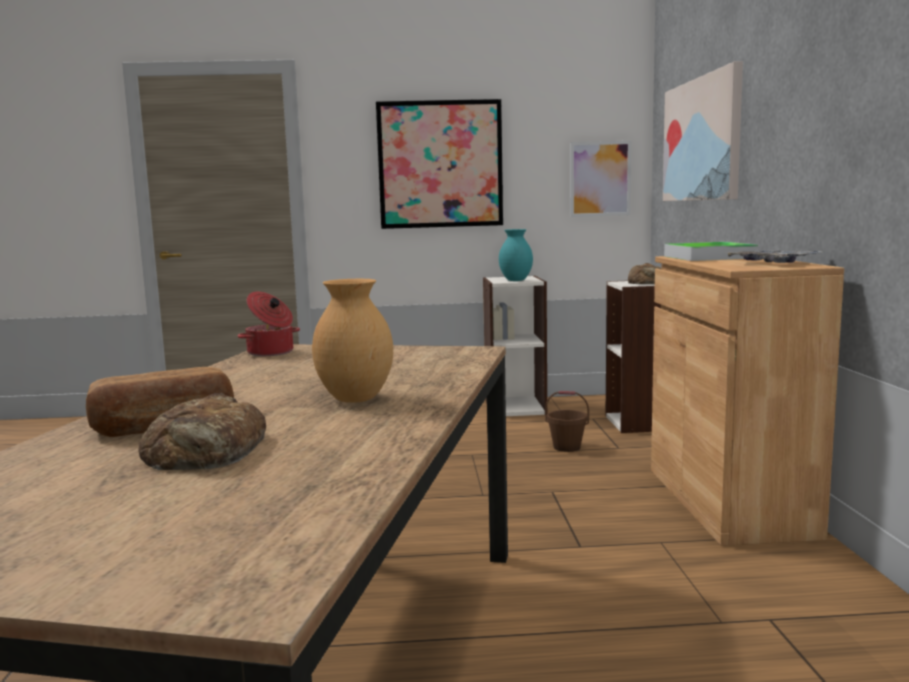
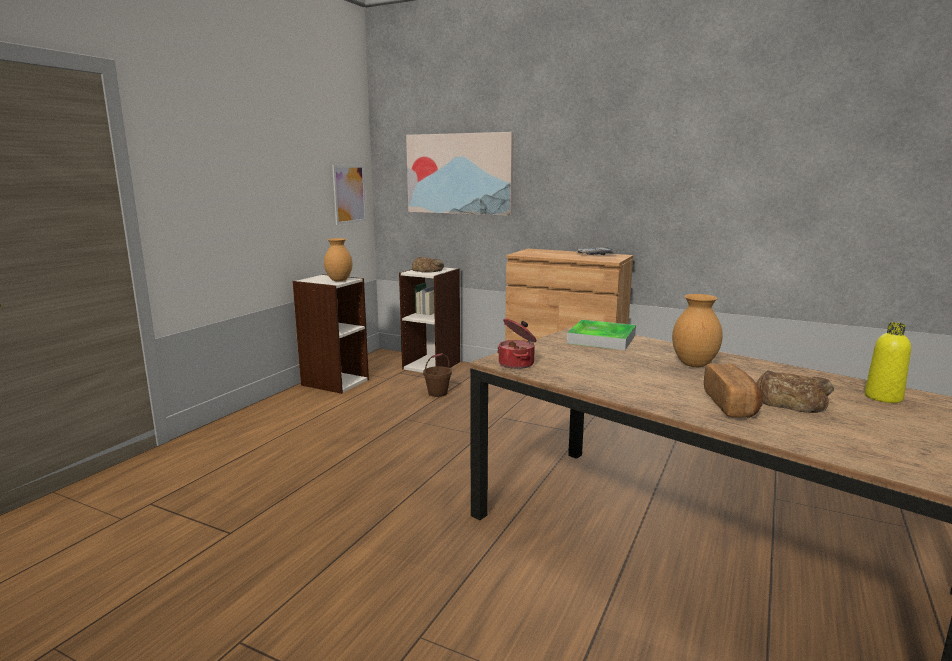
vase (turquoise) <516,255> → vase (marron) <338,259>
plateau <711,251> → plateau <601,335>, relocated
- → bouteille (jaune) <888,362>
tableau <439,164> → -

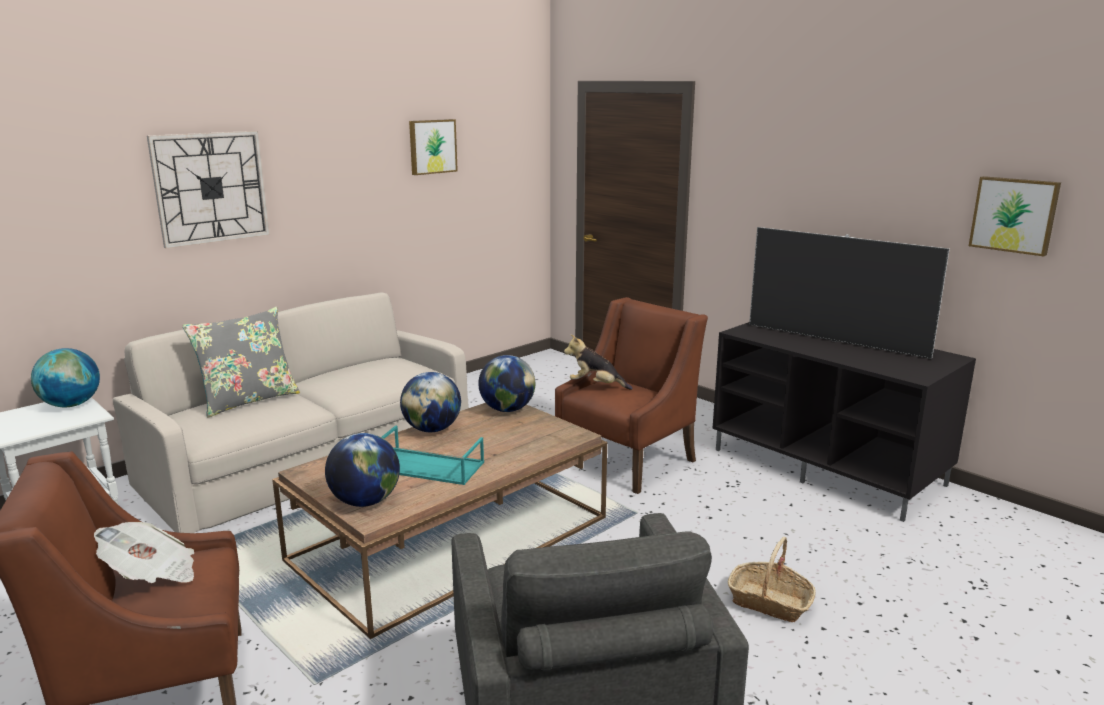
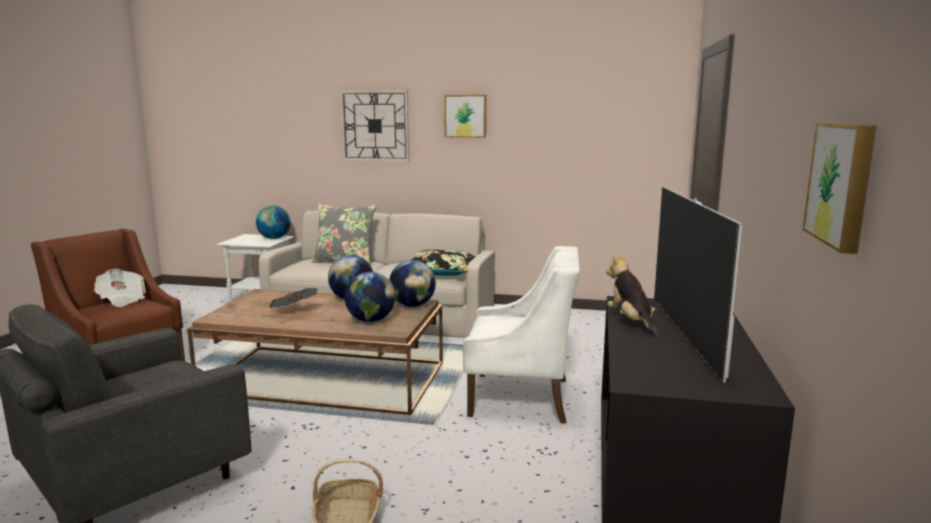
plateau (turquoise) <432,455> → journal <293,298>
globe <362,470> → globe <370,297>, relocated
- → coussin (noir) <444,263>
tableau <433,147> → tableau <465,116>, relocated
fauteuil (marron) <631,395> → fauteuil (blanc) <521,335>
peluche <598,362> → peluche <633,295>, relocated

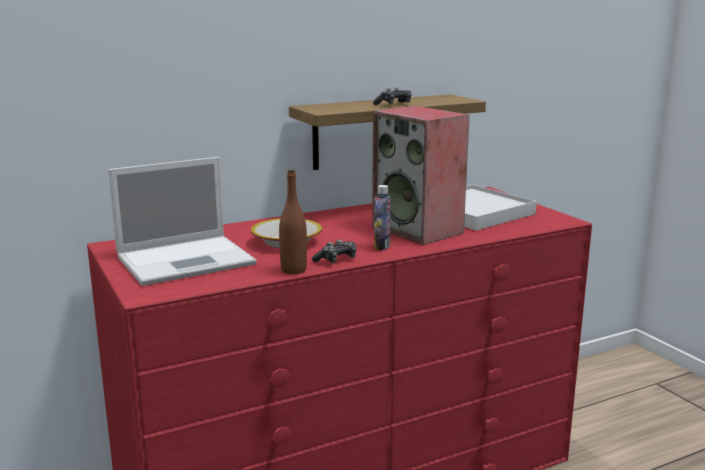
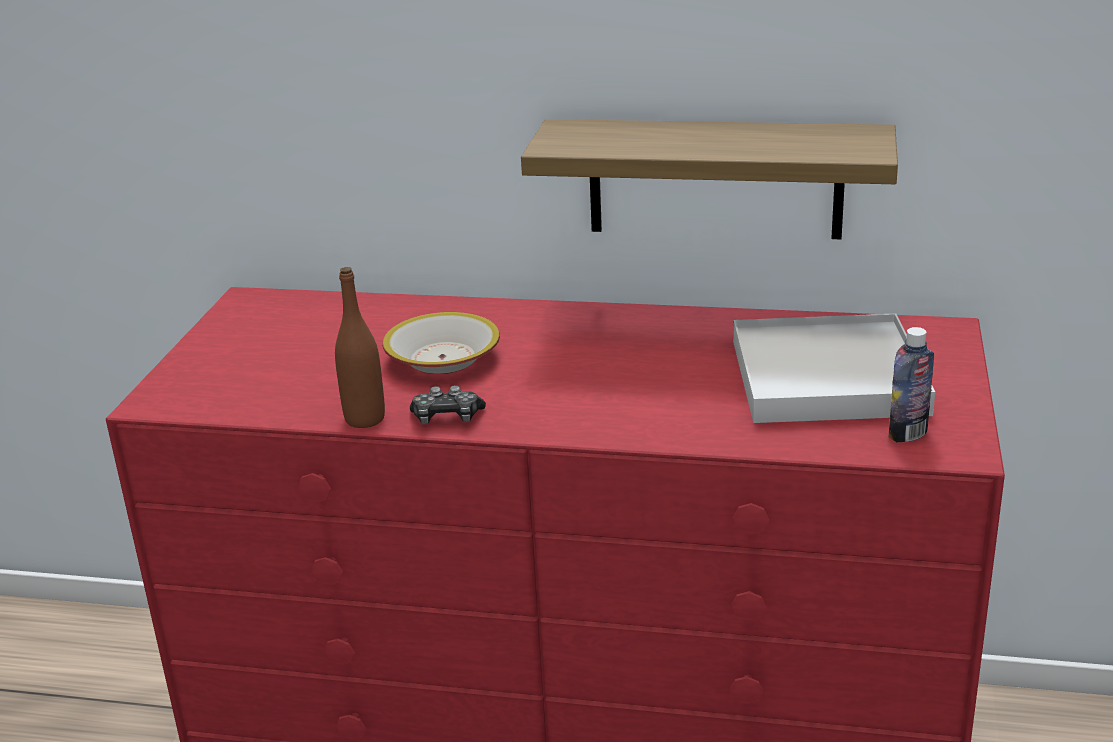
bouteille <382,218> → bouteille <911,385>, relocated
ordinateur portable <182,221> → -
enceinte <421,175> → -
manette <392,96> → -

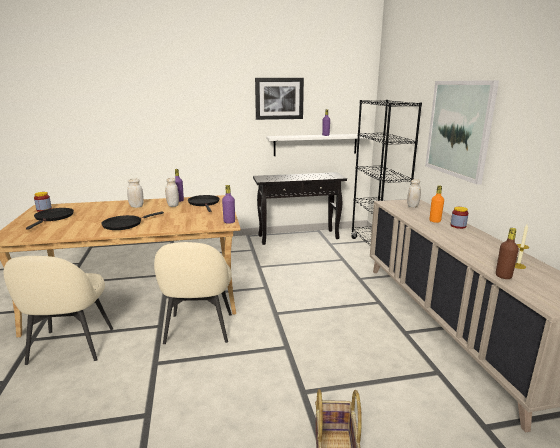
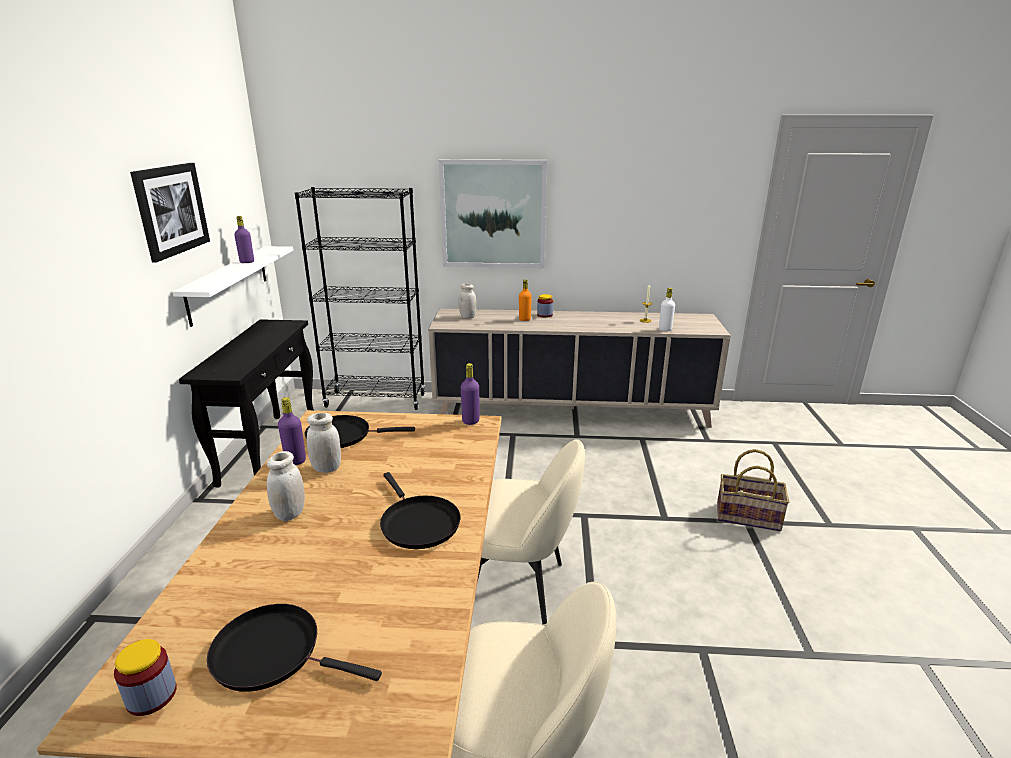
bouteille (marron) <507,253> → bouteille (blanc) <667,309>

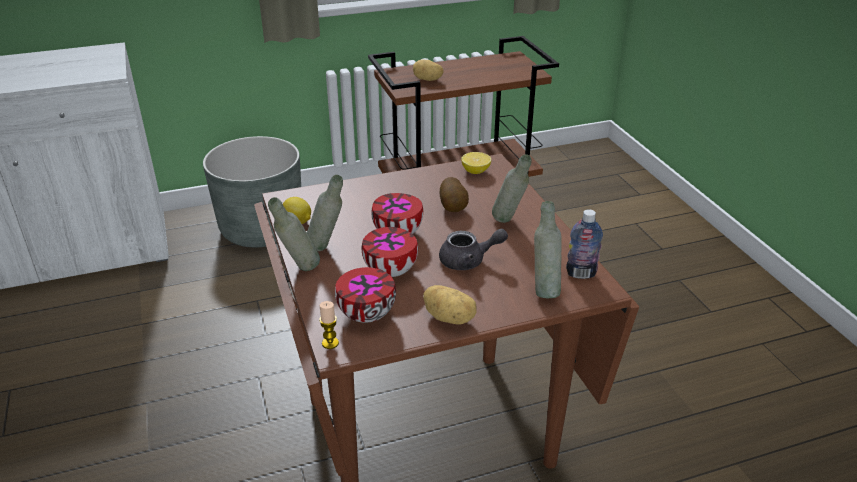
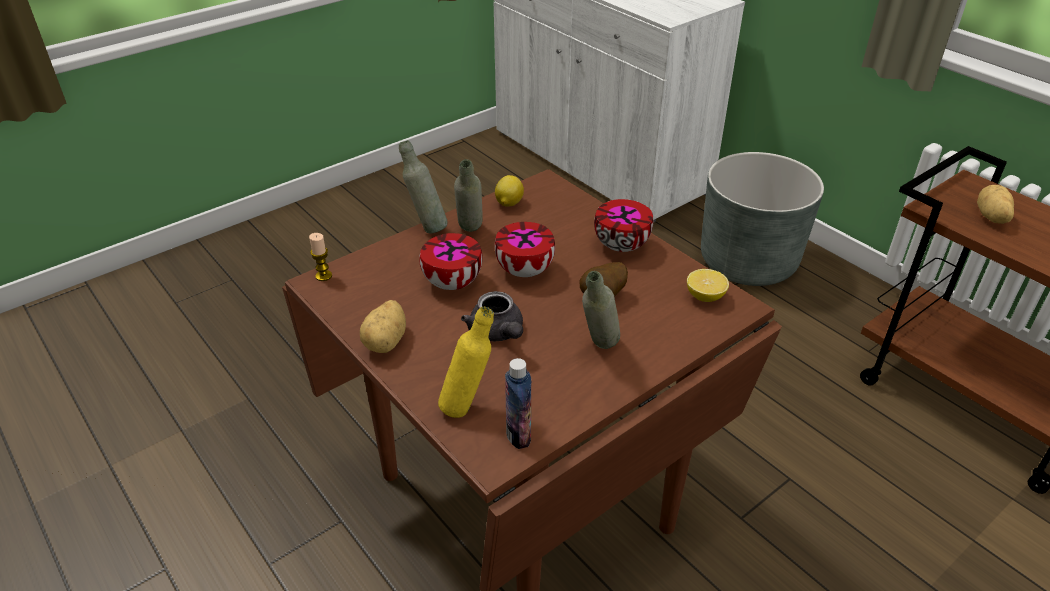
bouteille (gris) <548,249> → bouteille (jaune) <466,362>
bol <365,295> → bol <623,225>, relocated

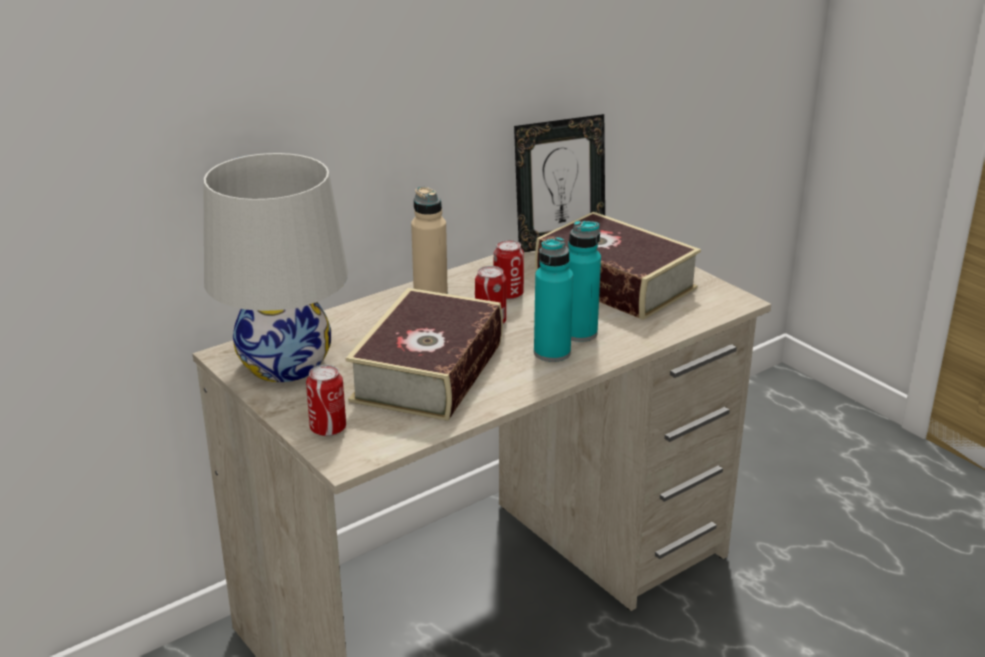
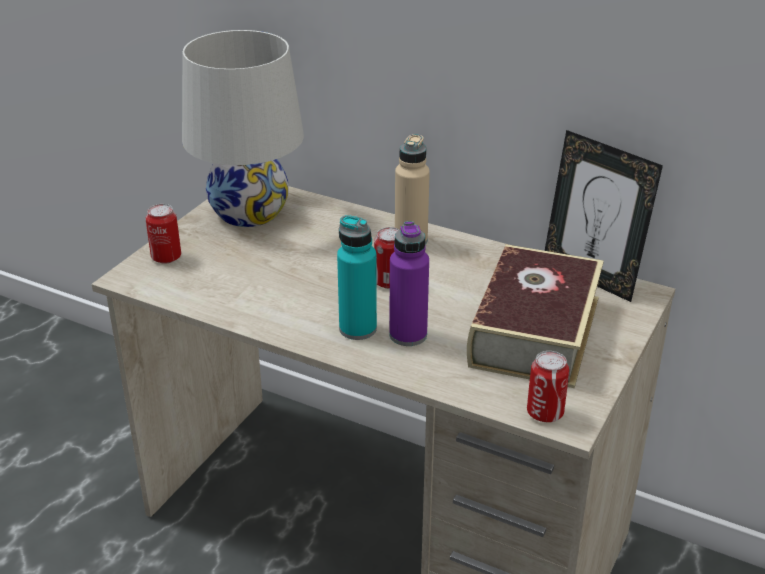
bouteille (turquoise) <584,281> → bouteille (violet) <409,283>
boîte métallique <509,270> → boîte métallique <548,386>, relocated
livre <424,354> → -

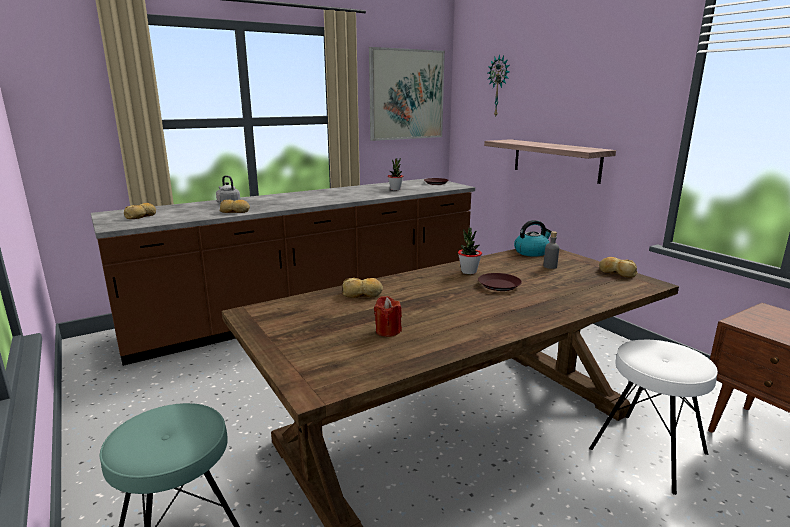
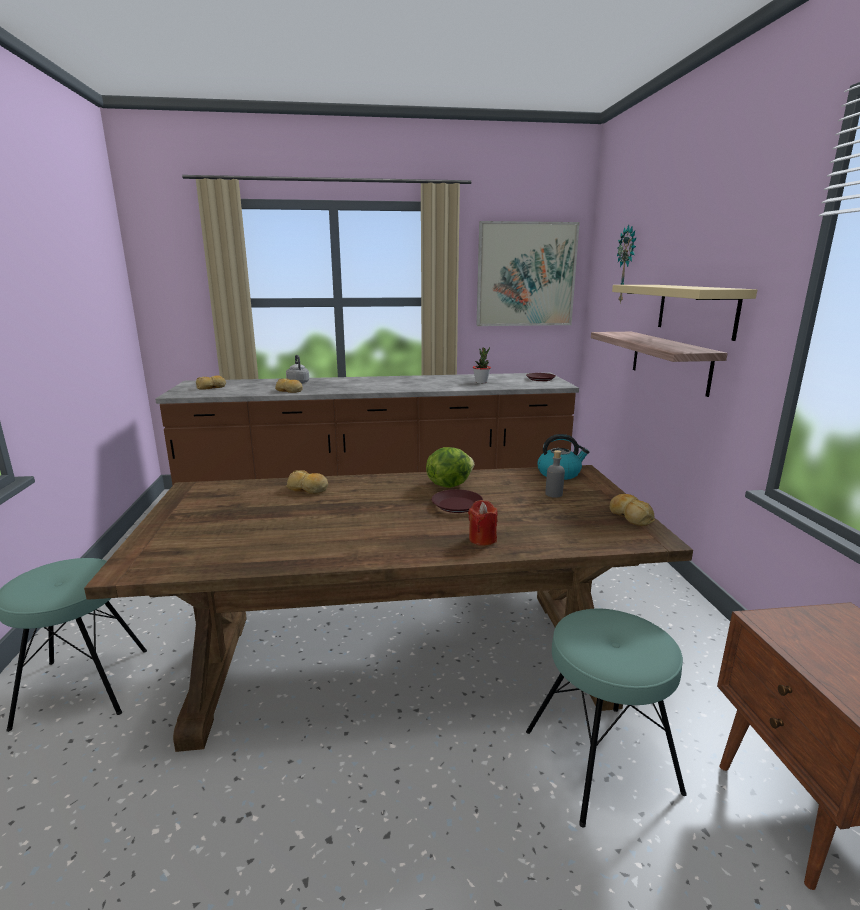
plante en pot <470,251> → laitue <450,467>
bougie (rouge) <388,316> → bougie (rouge) <483,523>, relocated
tabouret (blanc) <653,417> → tabouret (turquoise) <606,718>
- → étagère (beige) <684,313>

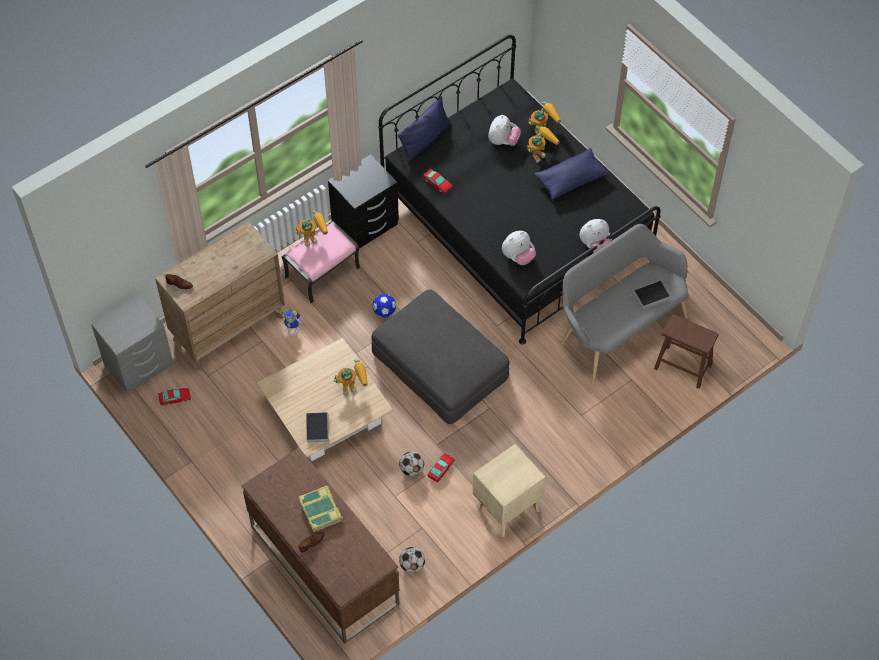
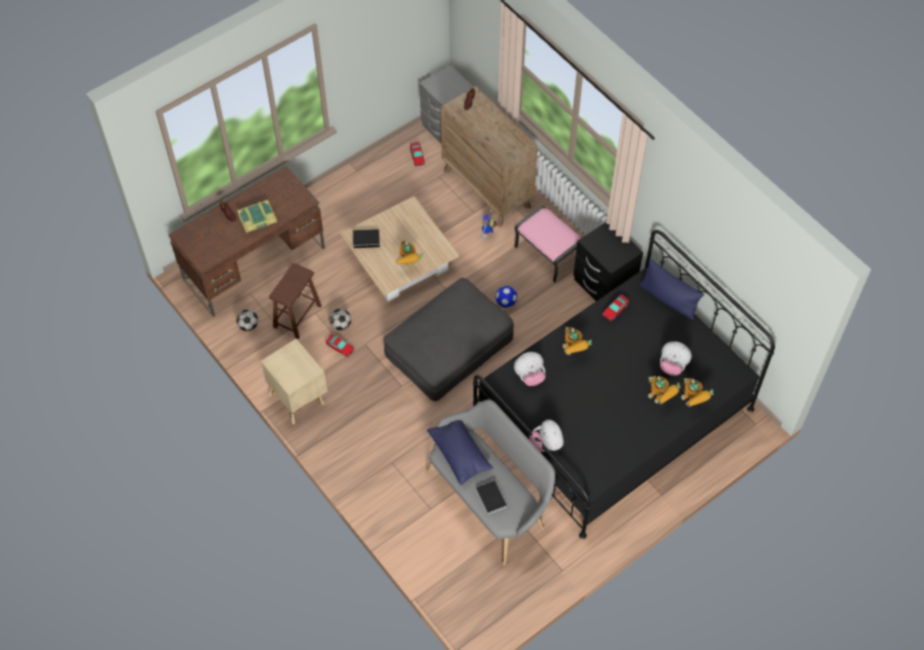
tabouret (marron) <686,351> → tabouret (marron) <295,301>, relocated
coussin (bleu) <571,174> → coussin (bleu) <460,452>, relocated
peluche <519,248> → peluche <530,369>, 75 degrees counterclockwise
robot jouet <311,229> → robot jouet <577,341>, relocated

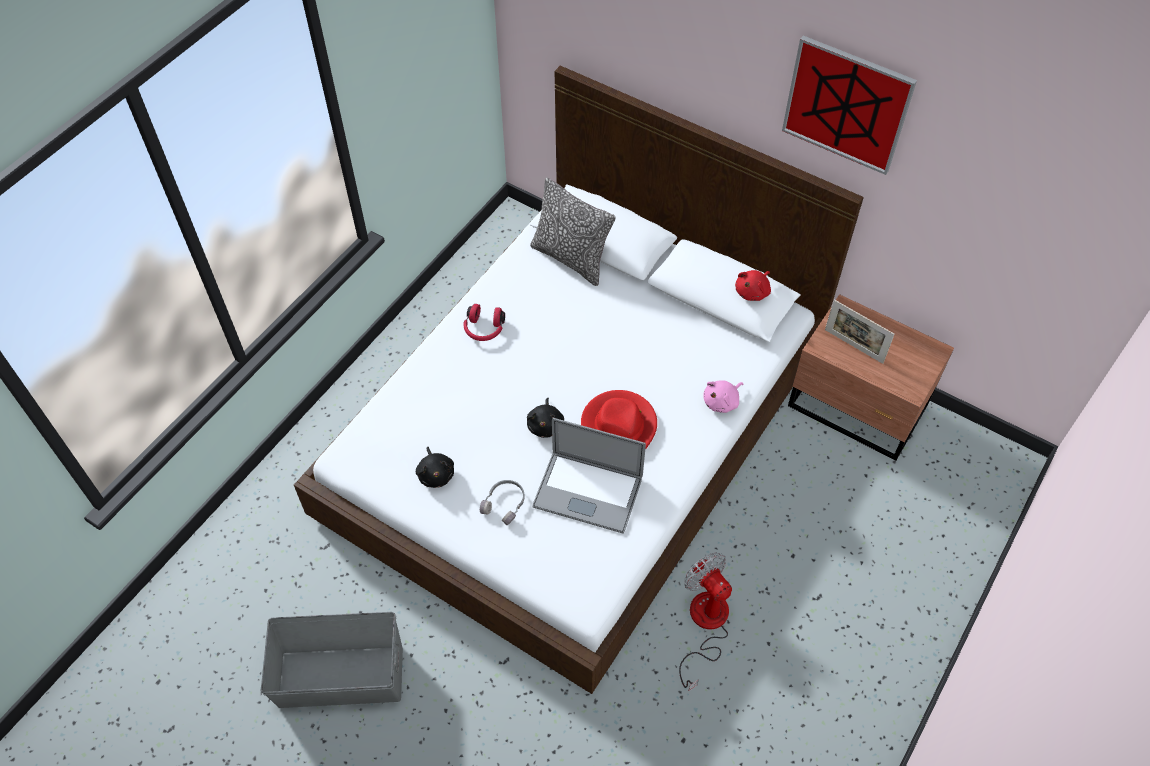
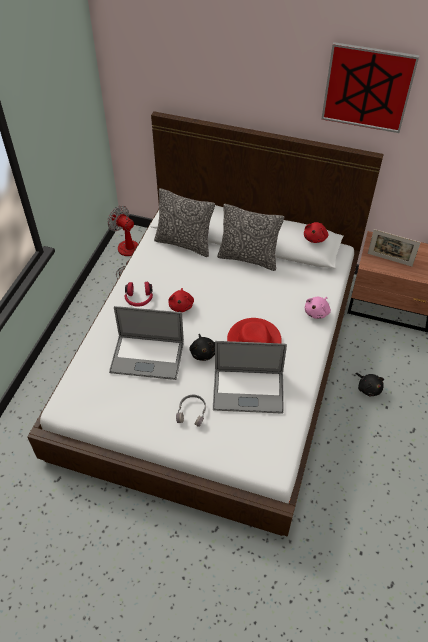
ventilateur <705,622> → ventilateur <122,242>, relocated
- → ordinateur portable <146,343>
- → peluche (rouge) <181,300>
- → coussin <250,237>
peluche (noir) <435,467> → peluche (noir) <369,384>, relocated
boîte de rangement (gris) <332,660> → -

